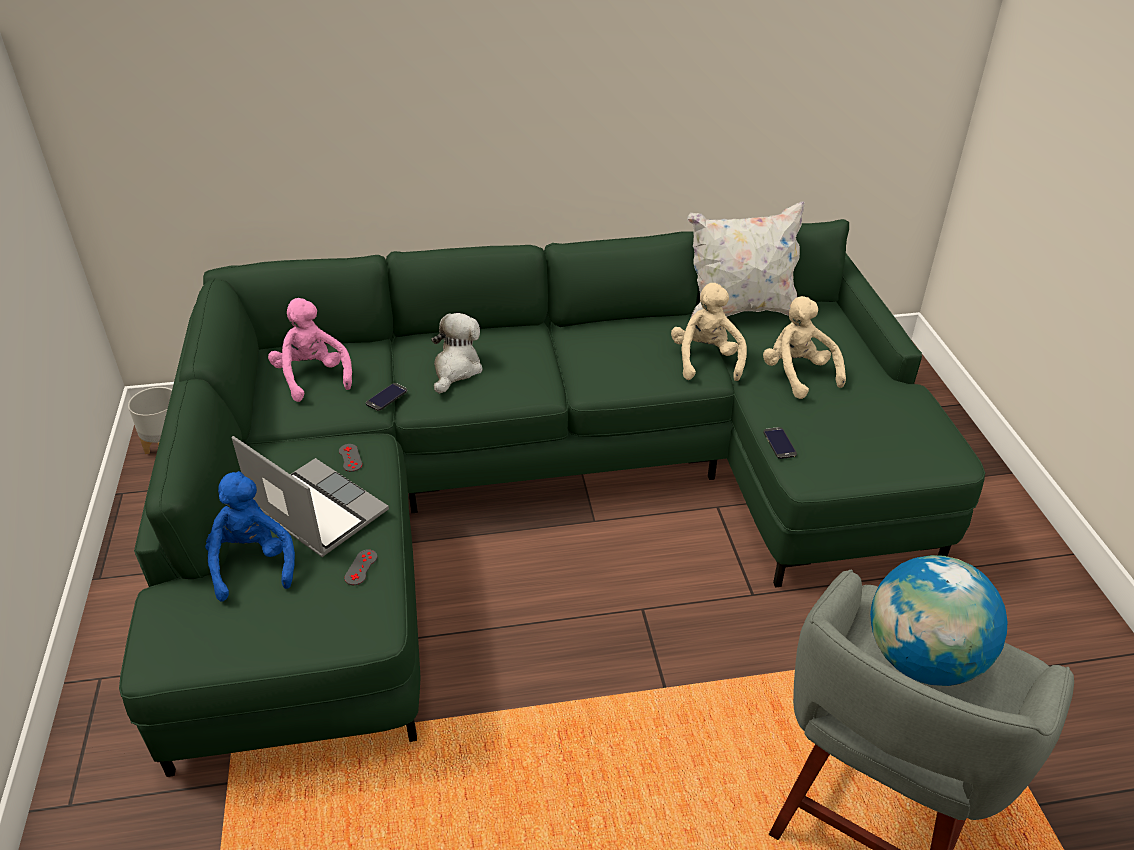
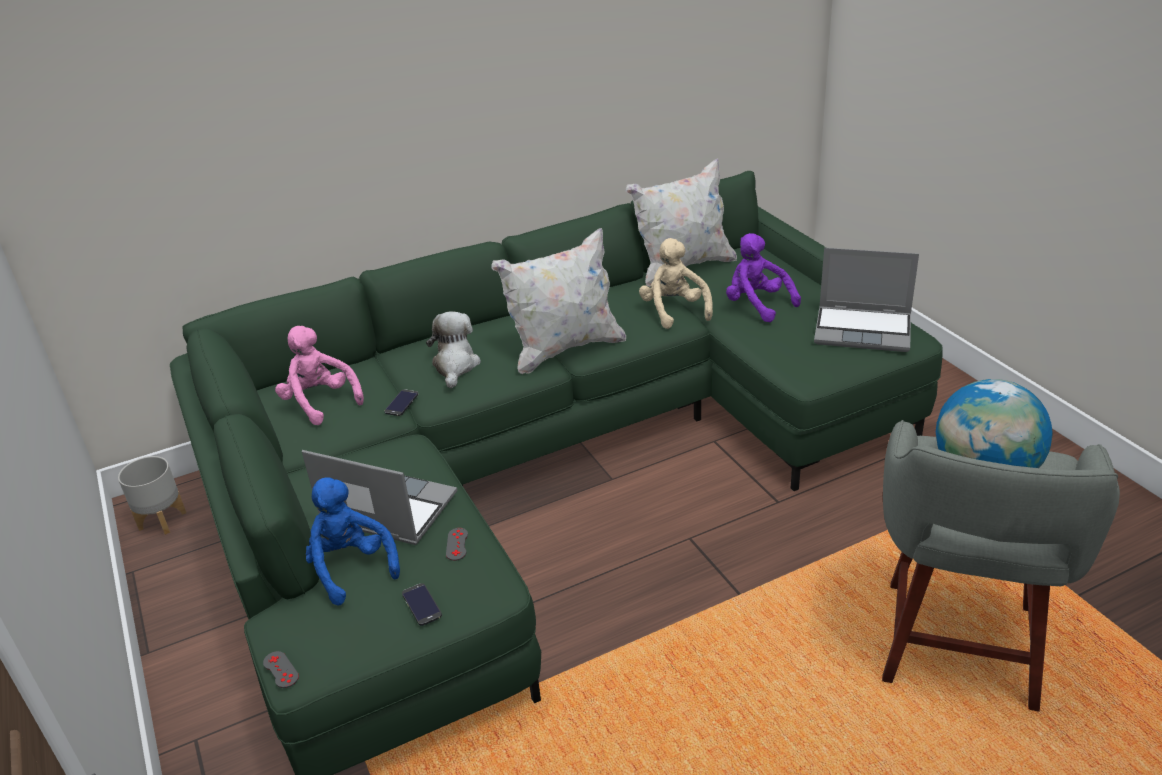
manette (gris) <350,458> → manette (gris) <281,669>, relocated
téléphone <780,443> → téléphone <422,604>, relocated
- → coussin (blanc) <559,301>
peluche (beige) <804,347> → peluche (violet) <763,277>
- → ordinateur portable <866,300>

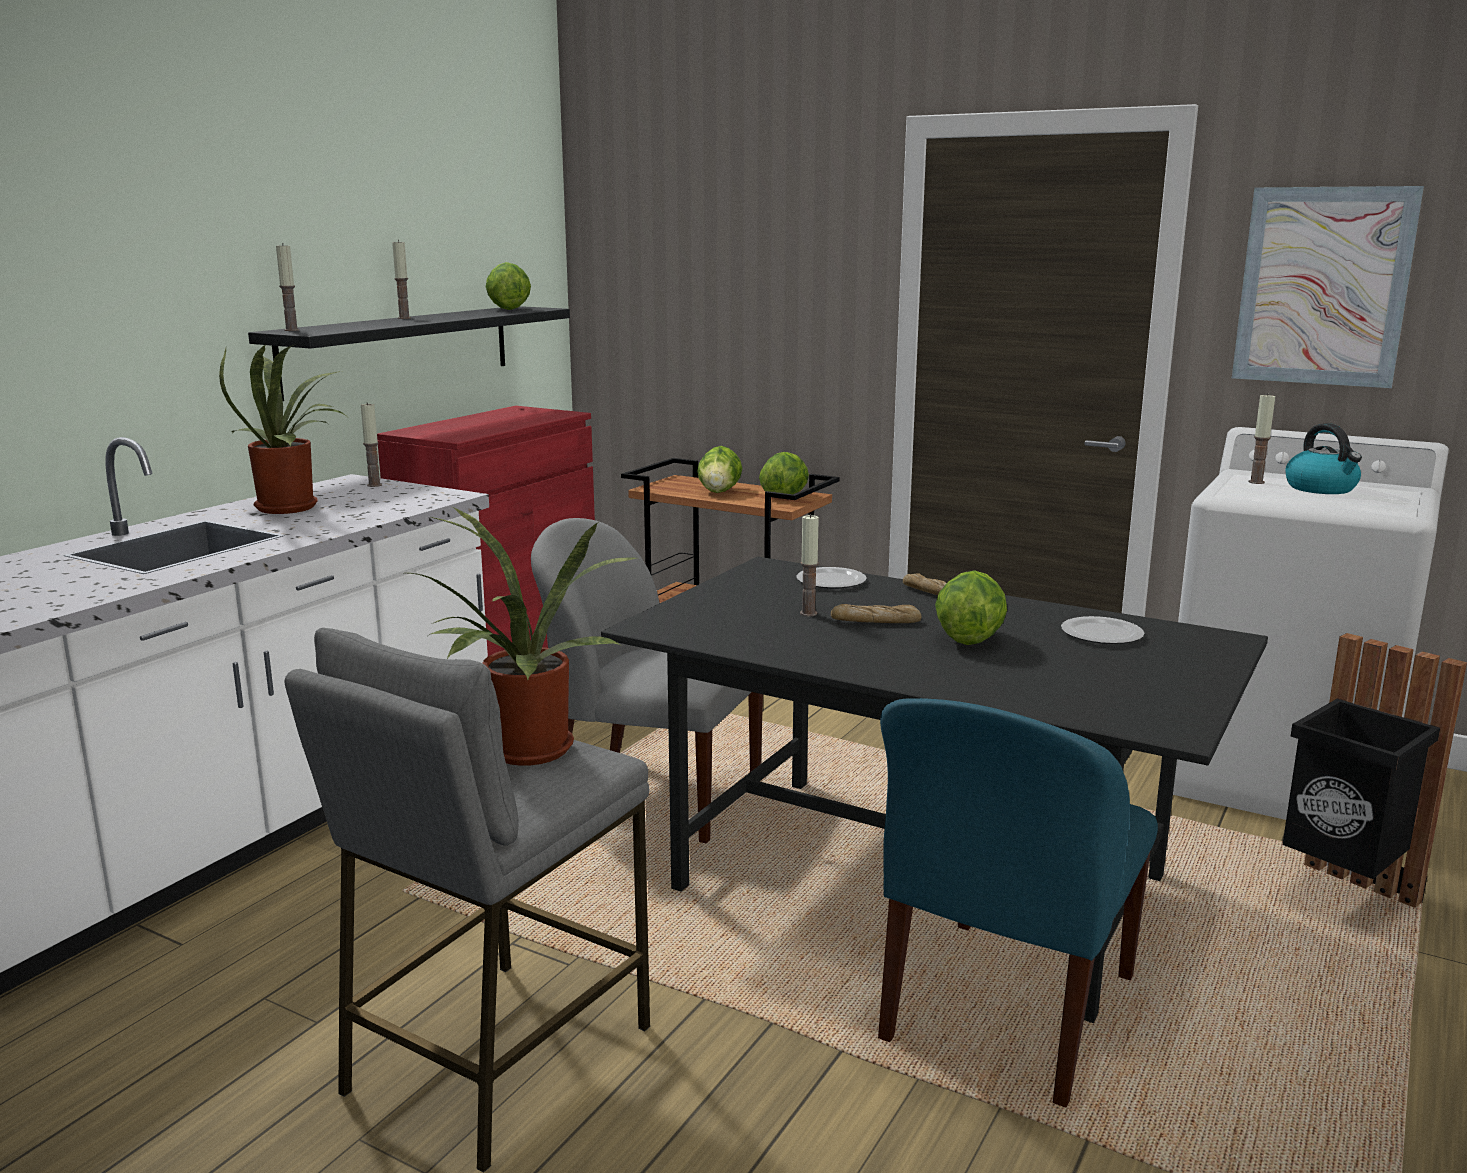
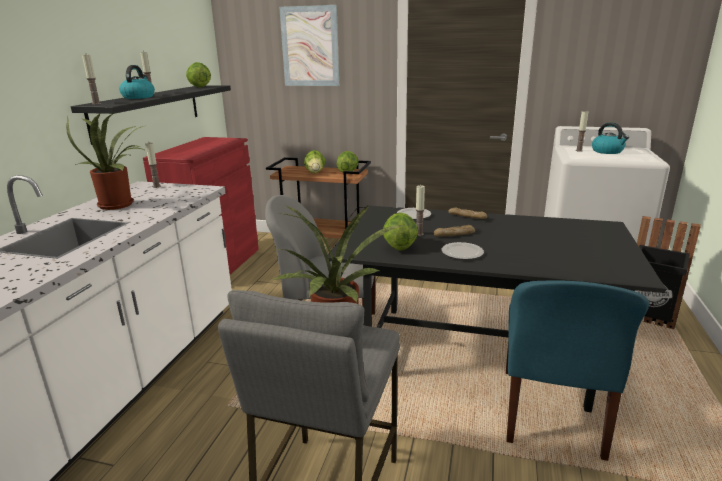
- → bouilloire <137,82>
tableau <1328,287> → tableau <309,45>, relocated
laitue <971,607> → laitue <400,231>, relocated
assiette <1102,630> → assiette <463,250>, relocated

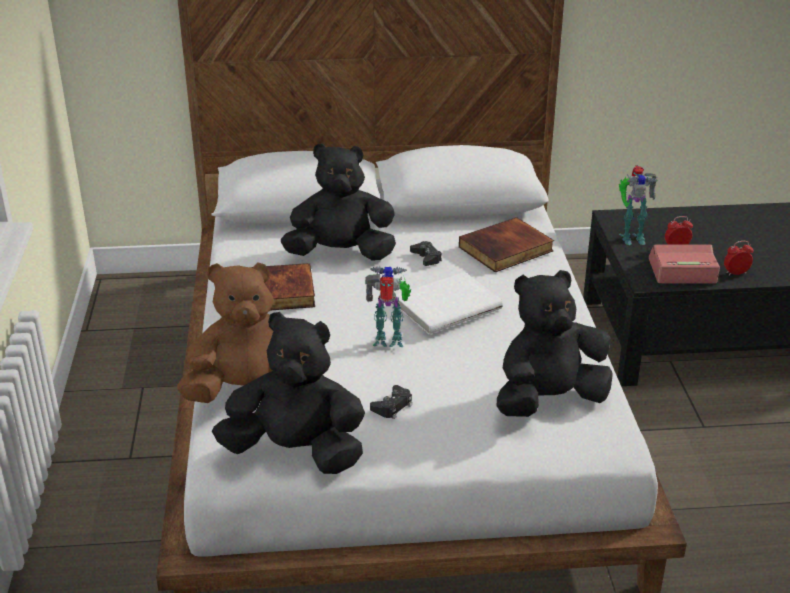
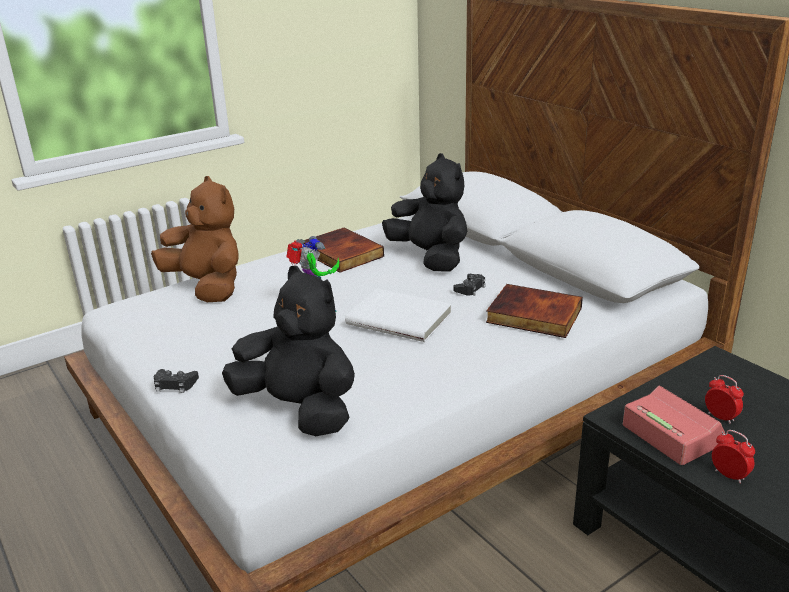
manette (noir) <391,402> → manette (noir) <176,381>, relocated
peluche (noir) <288,393> → -
robot jouet <638,205> → -

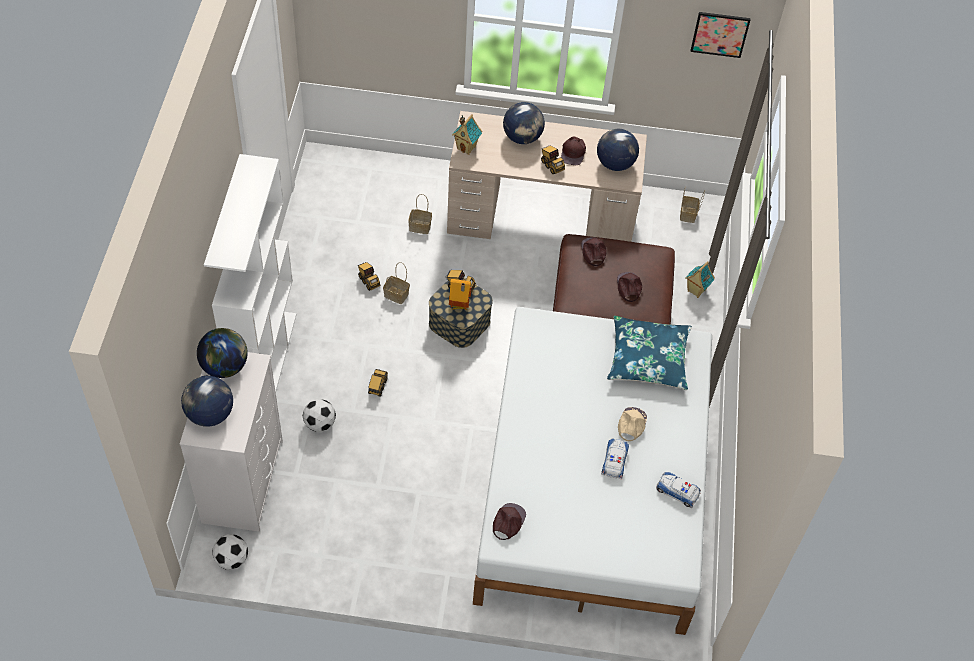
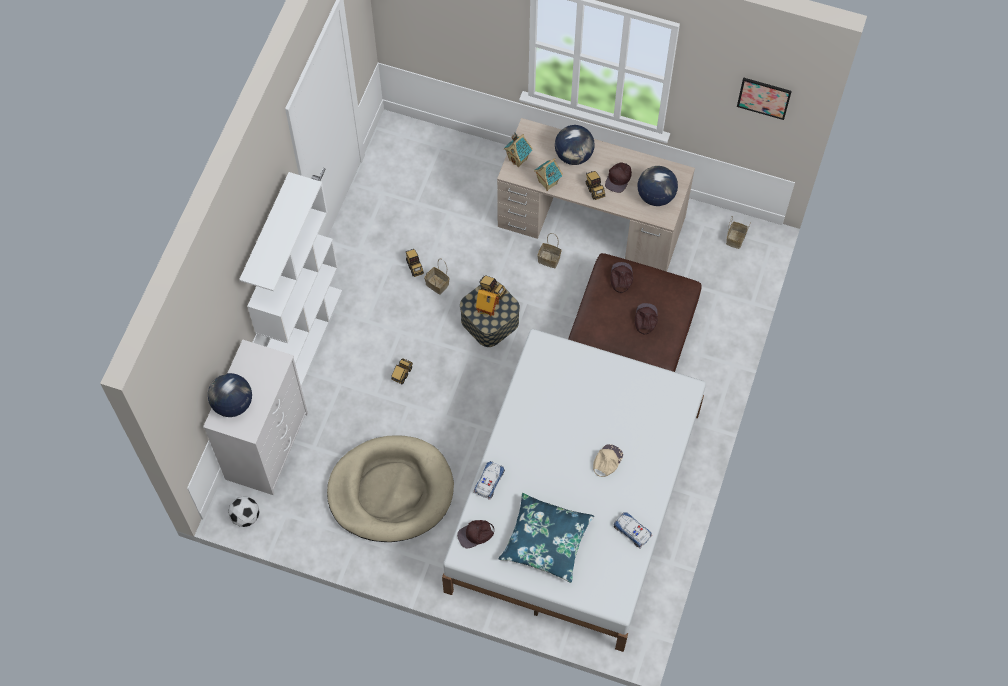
- → panier pour chien (beige) <390,488>
casquette (marron) <509,521> → casquette (marron) <475,534>, 150 degrees counterclockwise
petite voiture <615,458> → petite voiture <489,480>, relocated
coussin (bleu) <649,353> → coussin (bleu) <546,538>, relocated
maison miniature <700,279> → maison miniature <548,174>, relocated
panier <420,214> → panier <549,250>, relocated
globe <222,353> → -
ballon de foot <319,415> → -

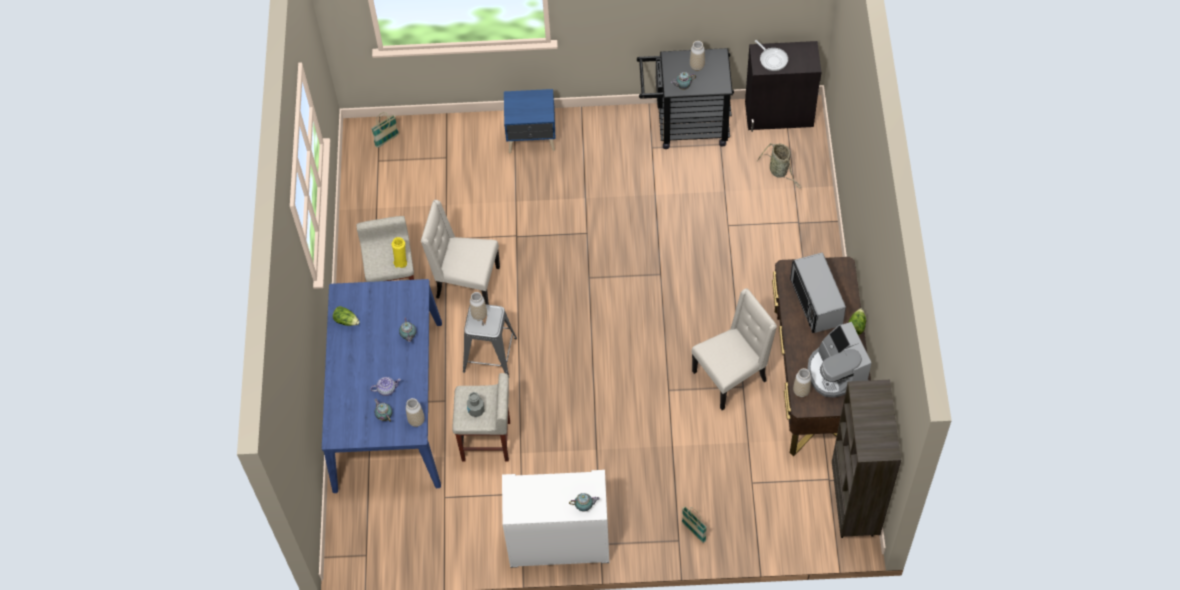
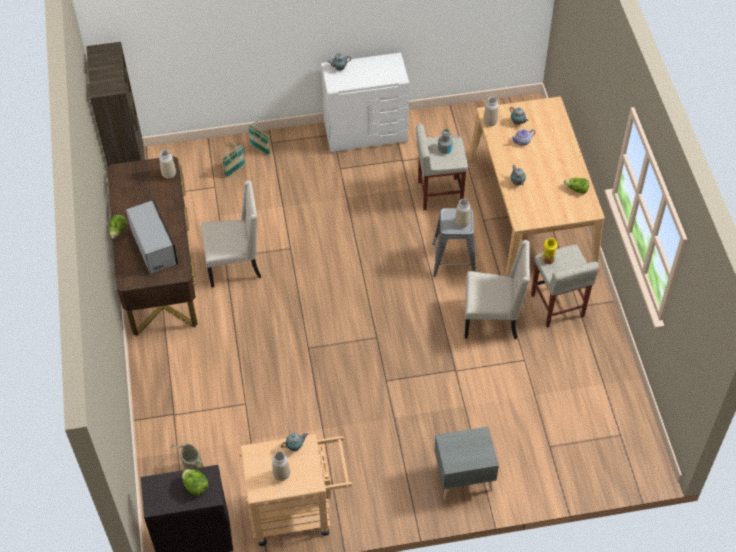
poêle <771,55> → laitue <195,482>
chaise (beige) <734,349> → chaise (beige) <231,233>, 150 degrees counterclockwise
panier <385,130> → panier <233,160>, relocated
chariot (noir) <685,98> → chariot (beige) <295,490>
table de chevet (bleu) <530,121> → table de chevet (gris) <466,463>
table à manger (bleu) <382,386> → table à manger (beige) <537,186>
machine à café <839,360> → -

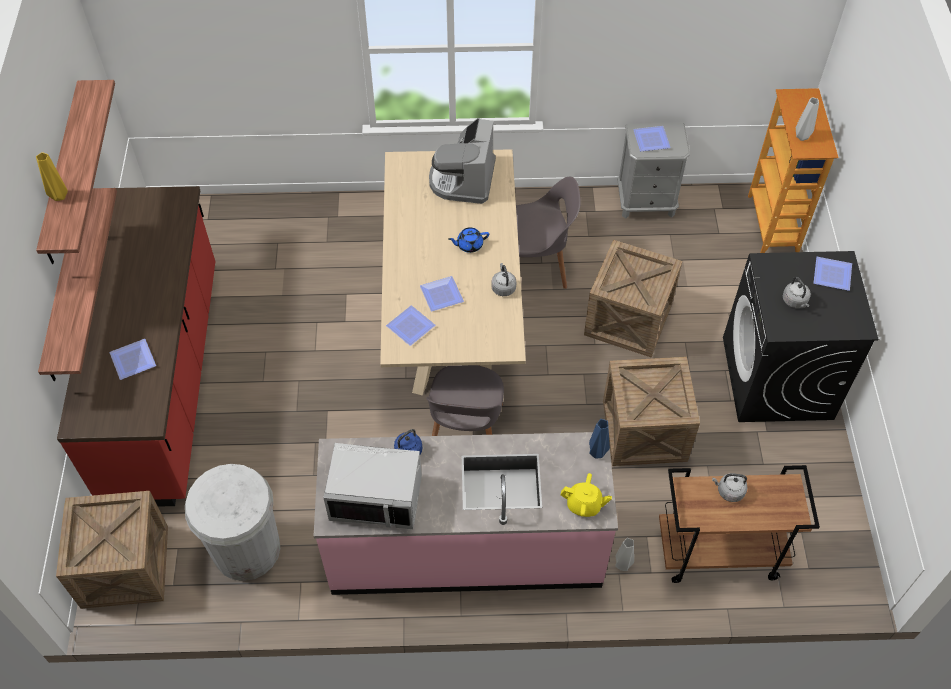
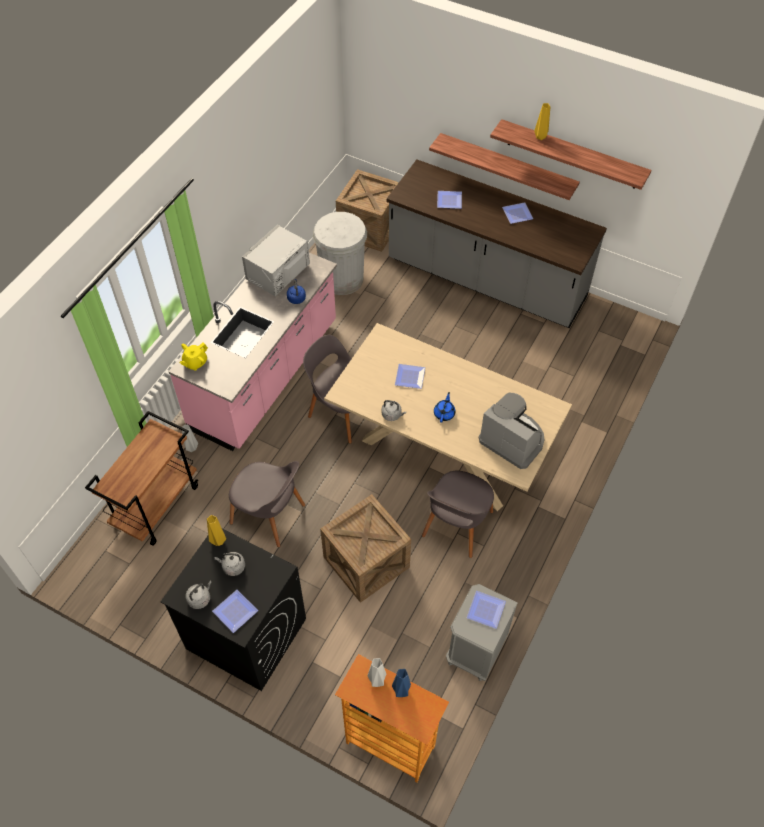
bouilloire (gris) <730,487> → bouilloire (gris) <199,595>, relocated
- → vase (jaune) <216,530>
caisse <651,411> → chaise (gris) <267,504>
comptoir de cuisine (rouge) <136,346> → comptoir de cuisine (gris) <497,244>
vase (bleu) <599,439> → vase (bleu) <401,683>, relocated
assiette <411,325> → assiette <517,213>, relocated

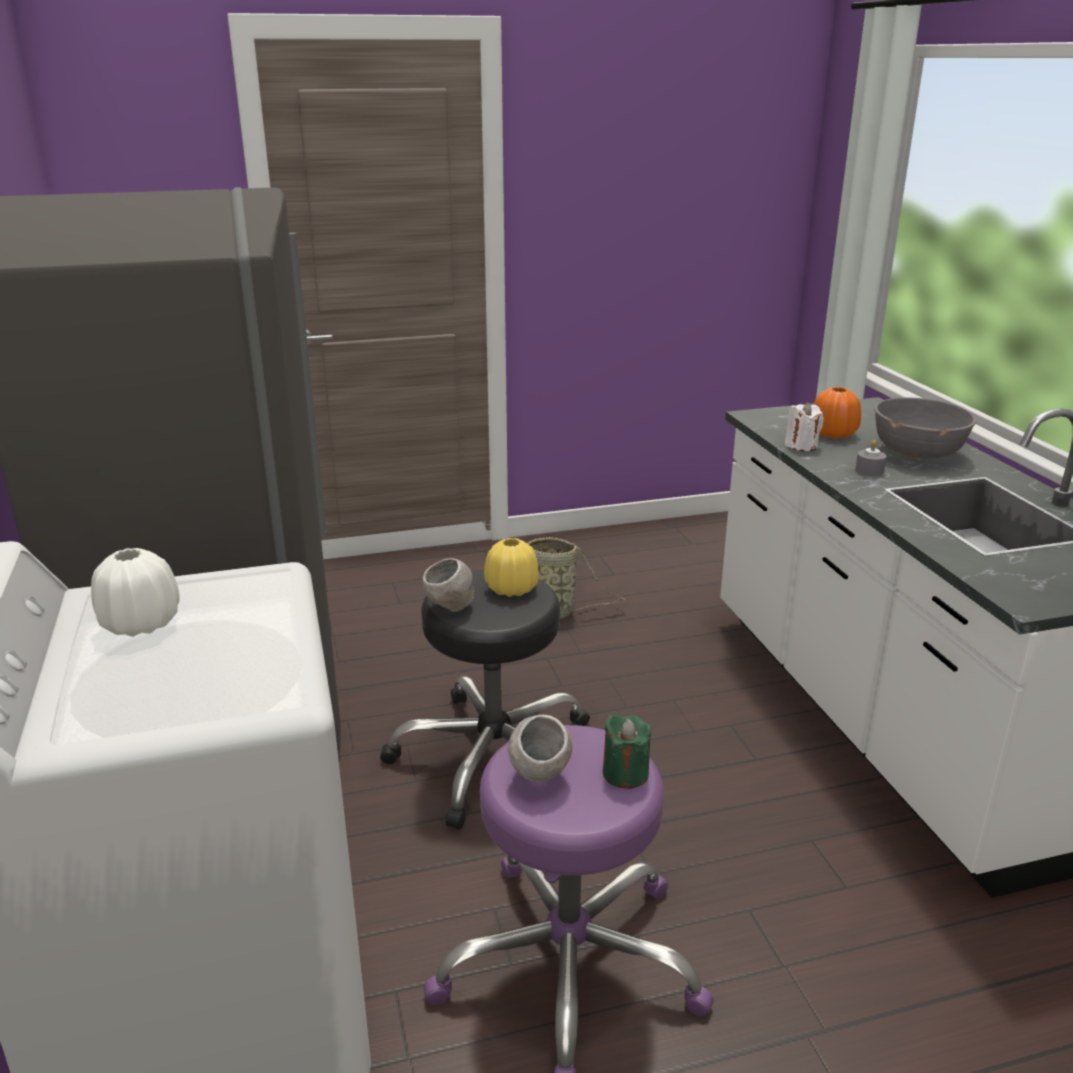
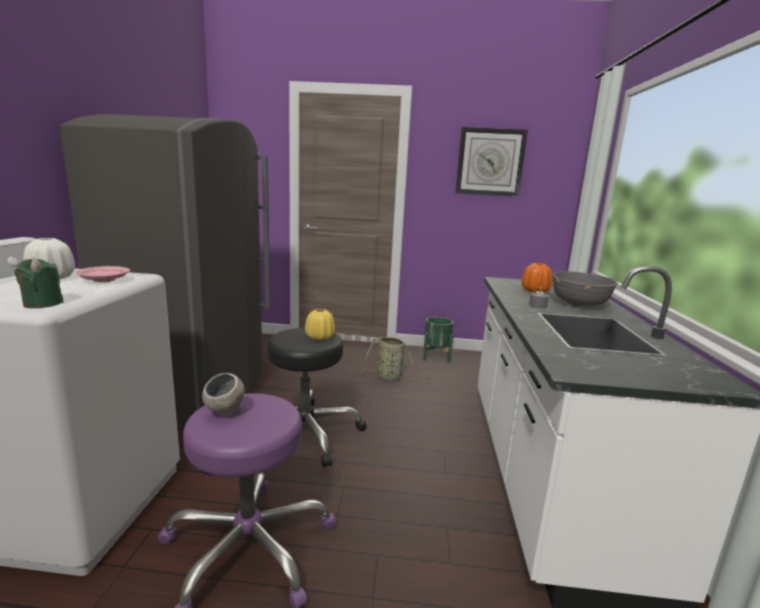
bougie (vert) <627,751> → bougie (vert) <39,282>, relocated
- → assiette (rose) <103,274>
- → cache-pot (vert) <438,340>
- → horloge murale <492,162>
bol (gris) <448,585> → -
bougie (blanc) <804,426> → -

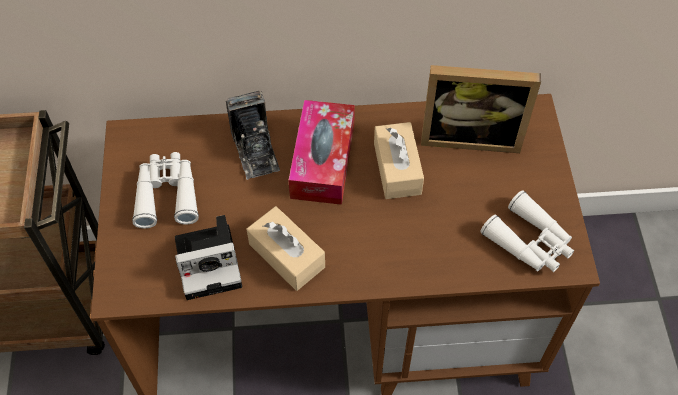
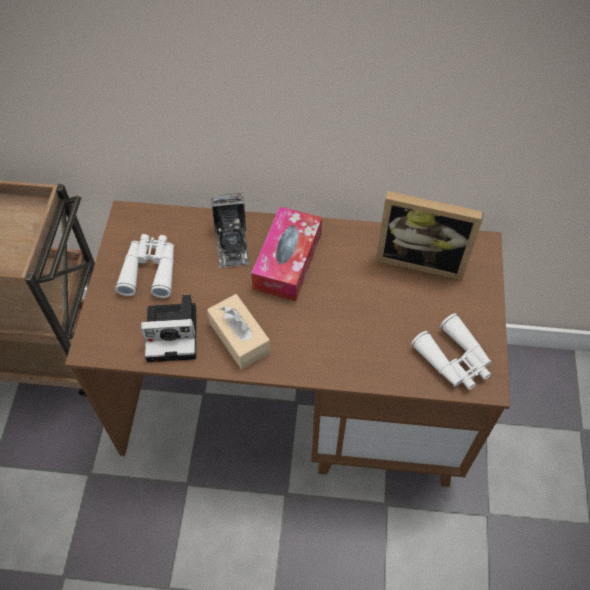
boîte à mouchoirs (beige) <399,160> → -

